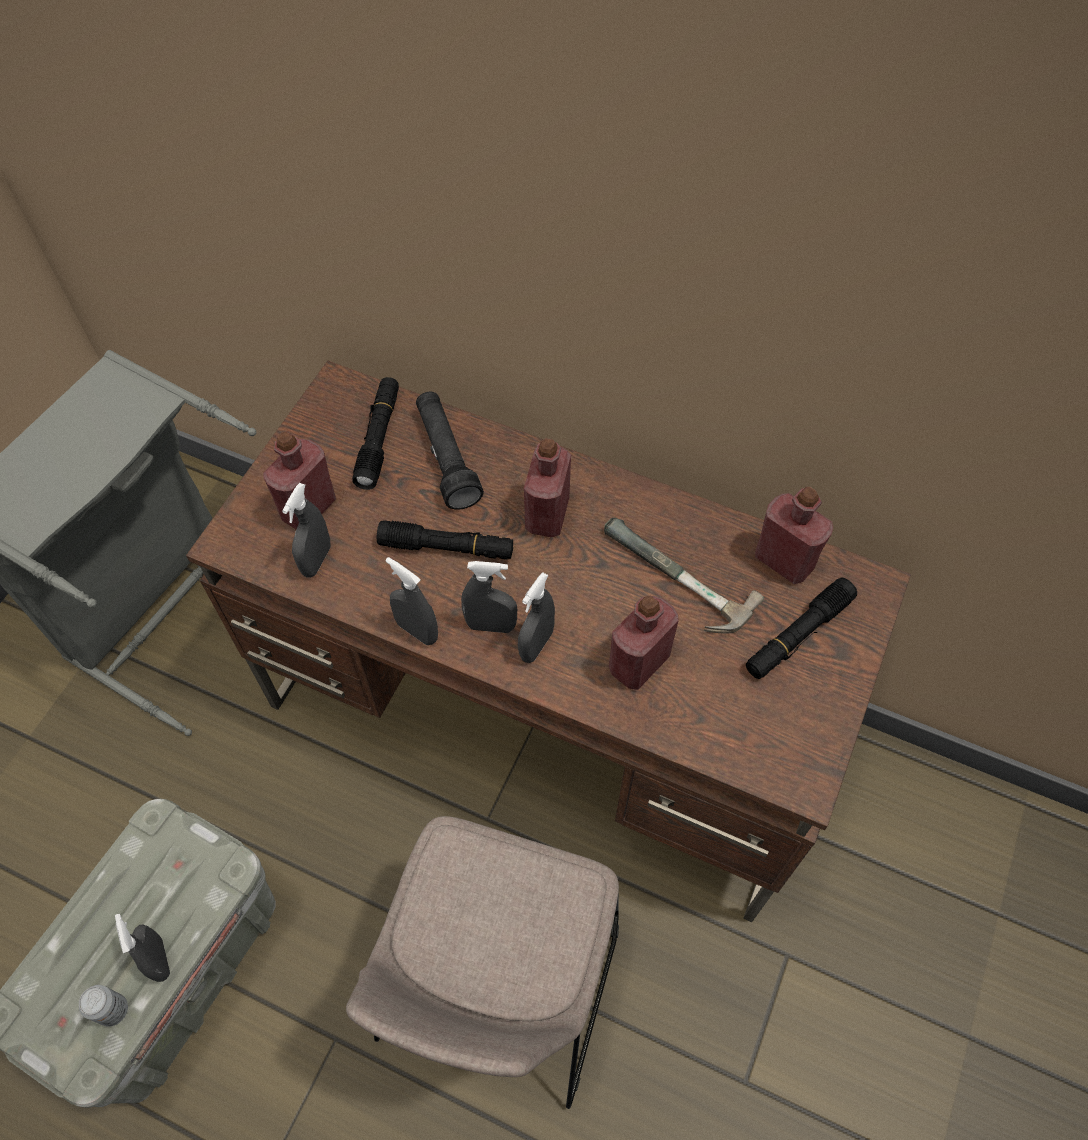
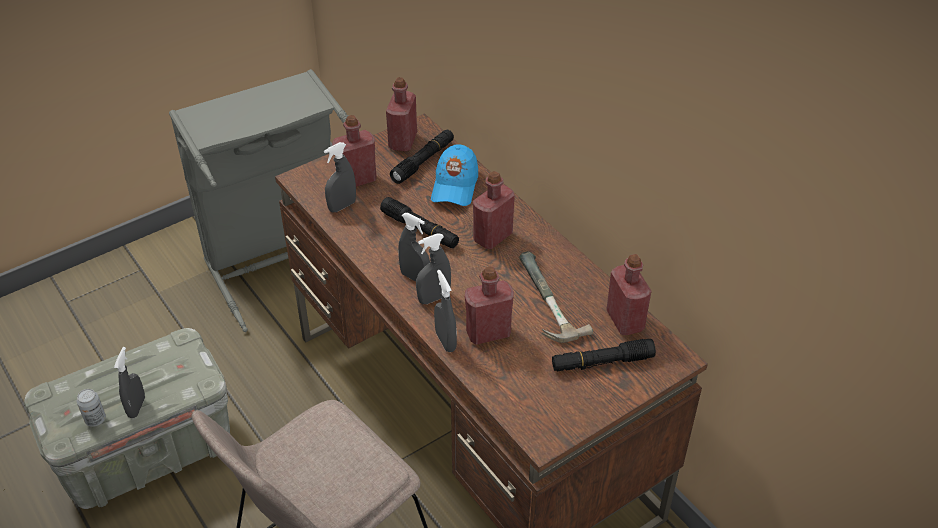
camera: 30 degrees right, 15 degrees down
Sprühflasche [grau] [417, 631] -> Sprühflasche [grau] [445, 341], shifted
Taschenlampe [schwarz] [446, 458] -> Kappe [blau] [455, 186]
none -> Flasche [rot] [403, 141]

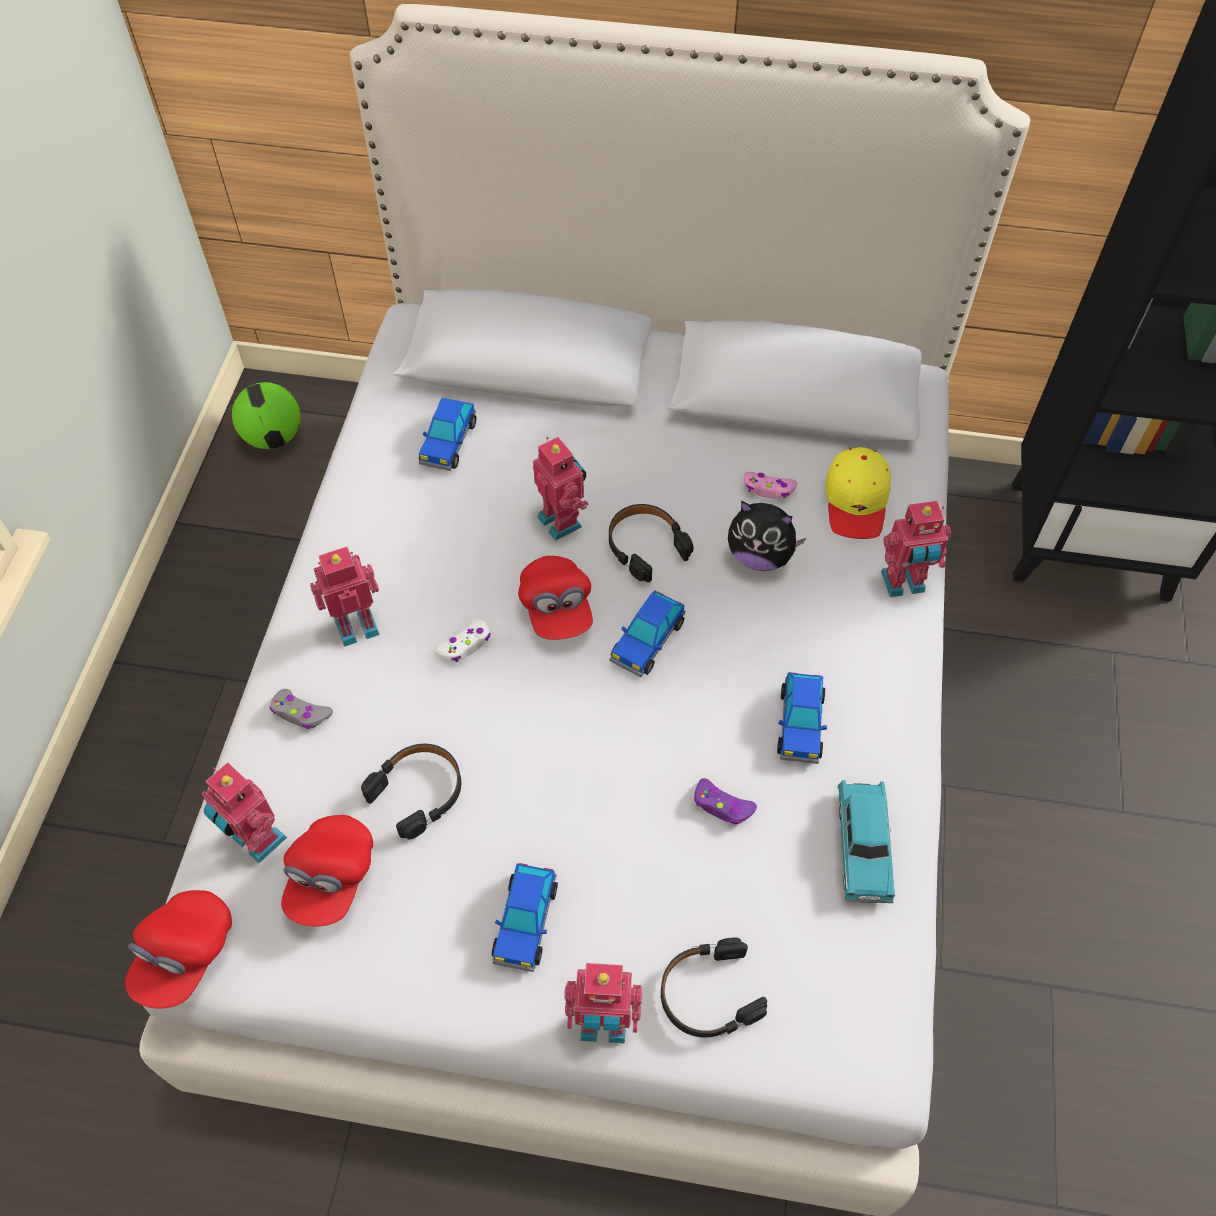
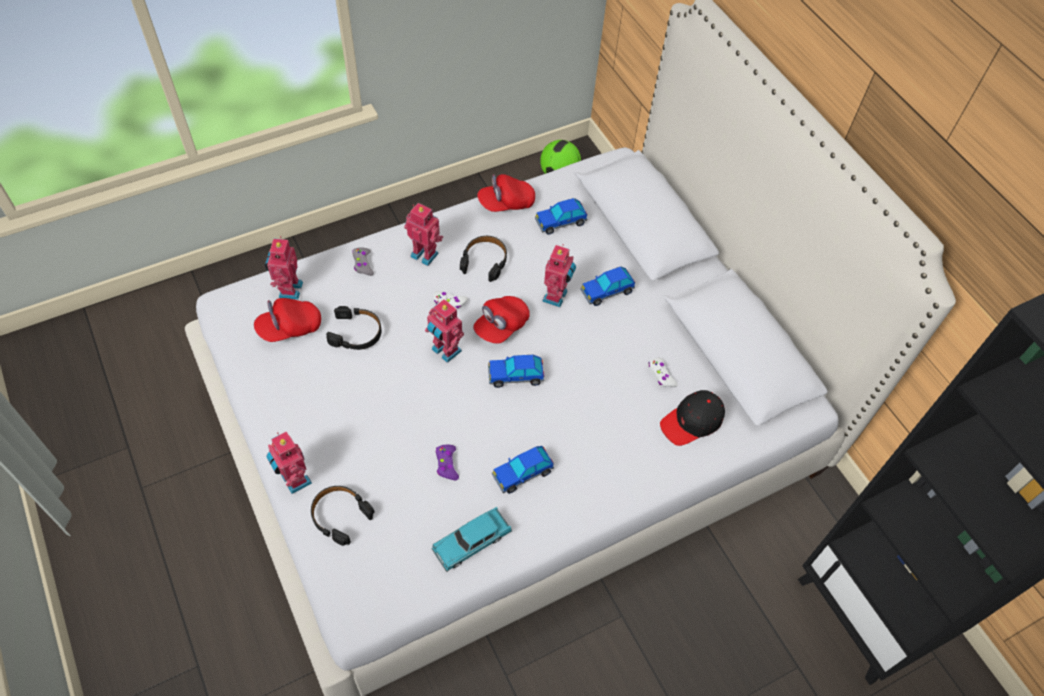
camera: 50 degrees right, 0 degrees up
Kappe [rot] [185, 955] -> Kappe [rot] [506, 203], shifted
Spielzeugauto [525, 922] -> Spielzeugauto [607, 291], shifted
Kopfhörer [schwarz] [645, 546] -> Kopfhörer [schwarz] [485, 261], shifted
Plüschtier [760, 556] -> none
Gamepad [rosa] [768, 489] -> Gamepad [weiß] [661, 375]
Kappe [gelb] [856, 501] -> Kappe [schwarz] [692, 422]
Spielzeugroboter [903, 584] -> Spielzeugroboter [445, 351], shifted

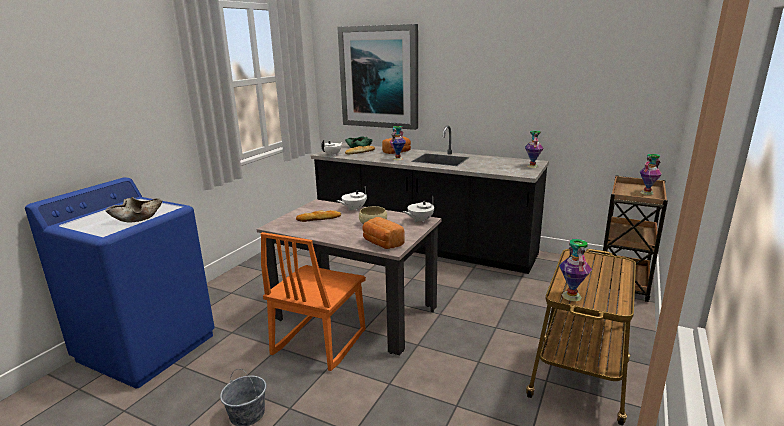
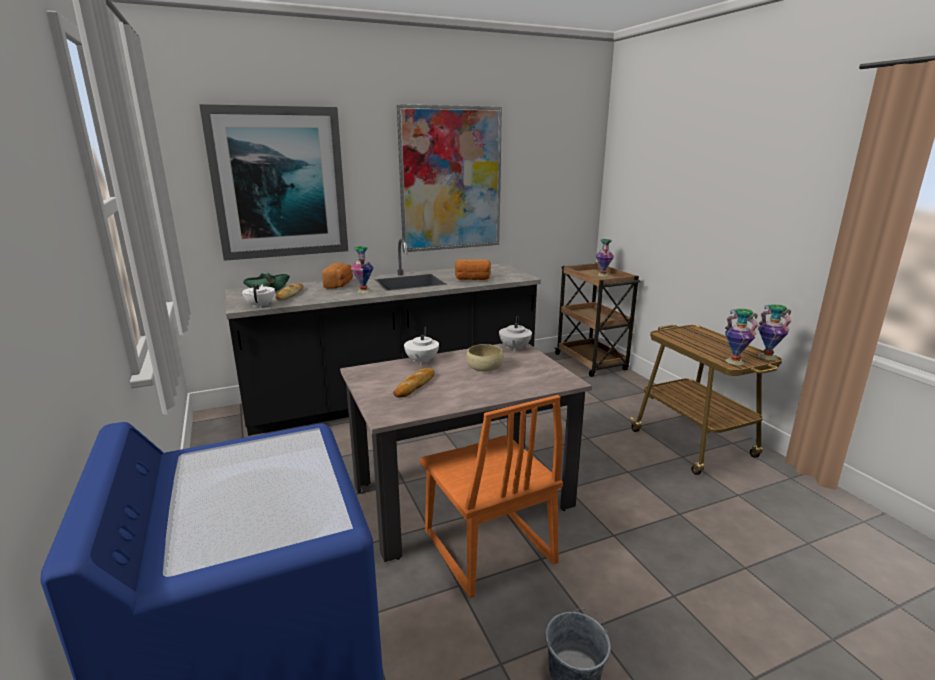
camera: 50 degrees left, 0 degrees up
Schüssel [beige] [137, 217] -> none
Brot [382, 243] -> Brot [472, 279], shifted
Vase [532, 166] -> Vase [767, 356], shifted
none -> Bild [451, 179]

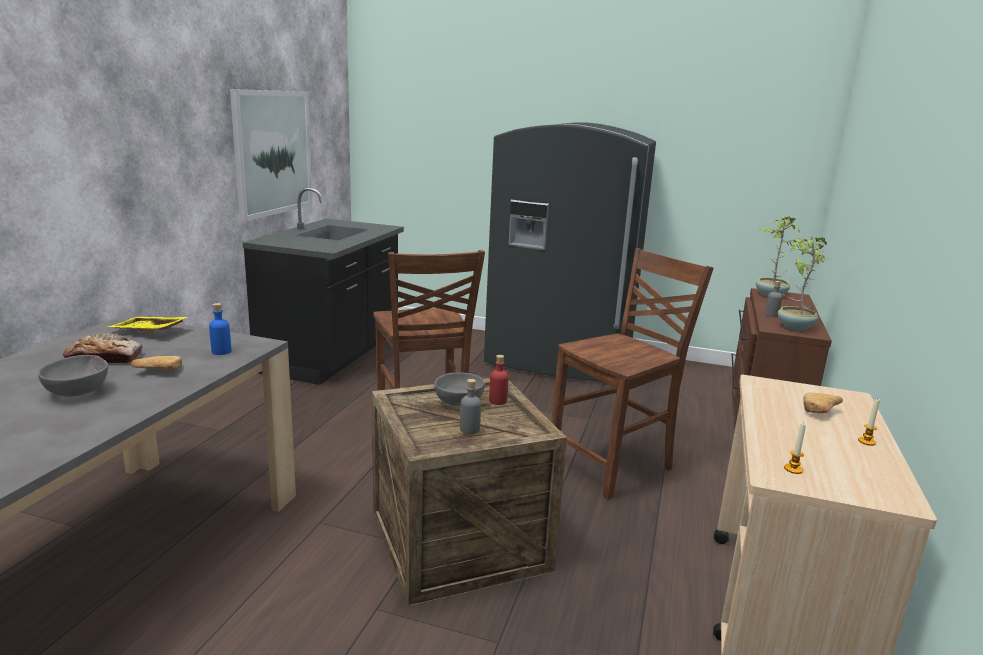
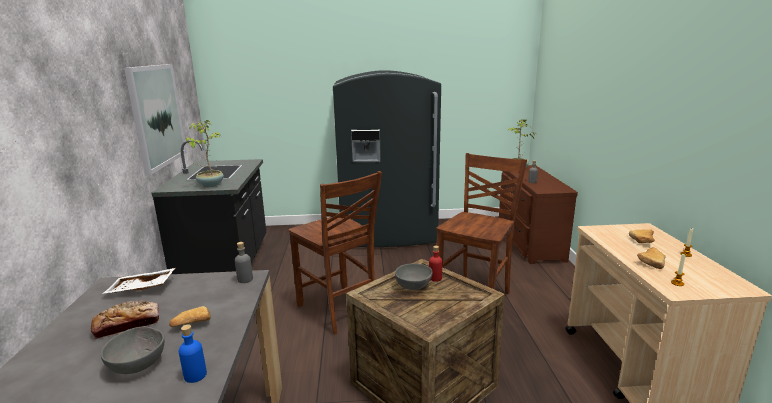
camera: 20 degrees left, 0 degrees up
Tablett [gelb] [148, 332] -> Tablett [weiß] [141, 289]
Flasche [blau] [221, 351] -> Flasche [blau] [195, 375], shifted
Flasche [grau] [469, 429] -> Flasche [grau] [245, 279], shifted
Topfpflanze [794, 327] -> Topfpflanze [210, 185], shifted
none -> Brot [652, 262]

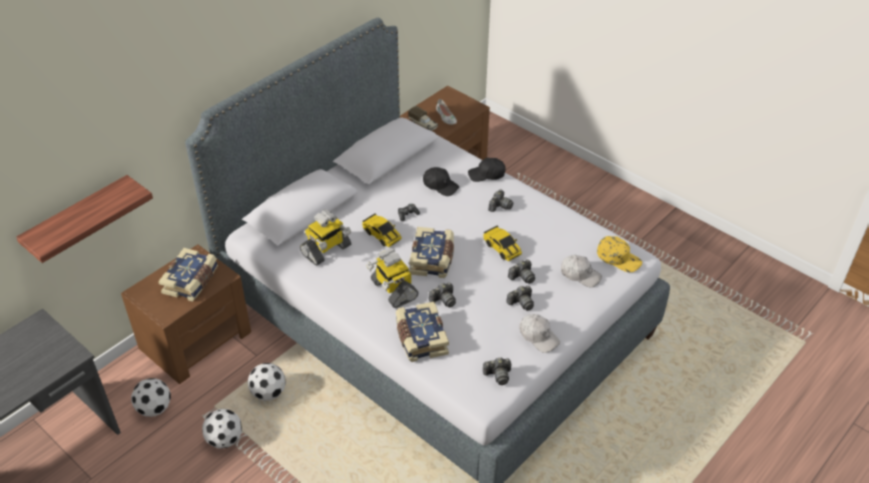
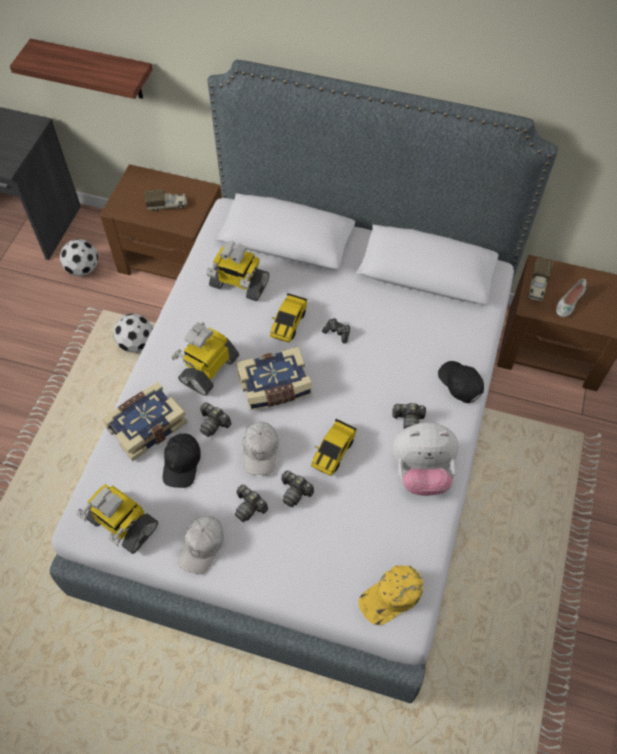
camera: 65 degrees right, 15 degrees up
Buch [192, 281] -> Spielzeuglaster [167, 205]
Fußball [224, 439] -> none
Kappe [schwarz] [440, 185] -> Kappe [schwarz] [182, 463], shifted
Kamera [498, 375] -> Spielzeugroboter [122, 524]
Kappe [weiß] [580, 274] -> Kappe [weiß] [260, 451], shifted
Kappe [gelb] [619, 258] -> Kappe [gelb] [391, 597], 45 degrees clockwise
none -> Plüschtier [421, 472]

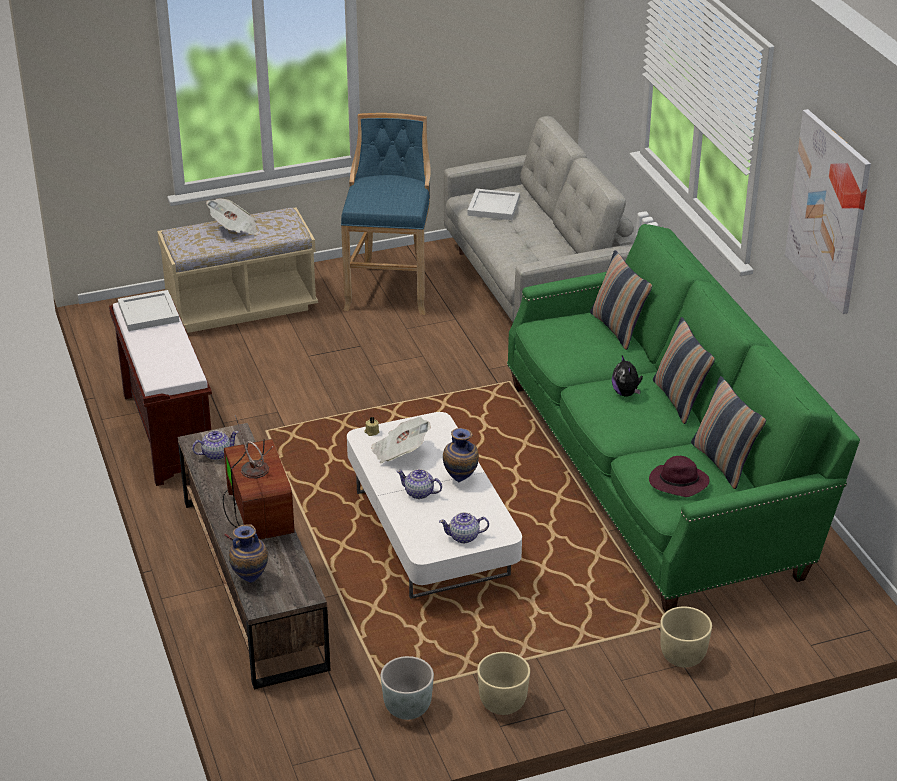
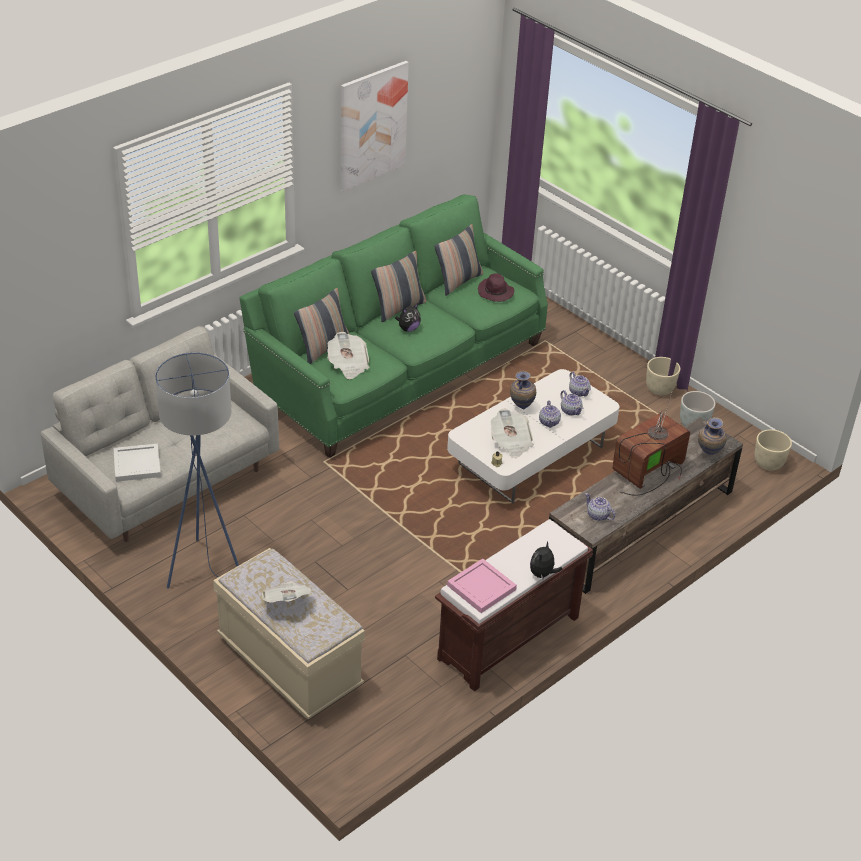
camera: 115 degrees left, 5 degrees up
Tablett [weiß] [147, 313] -> Tablett [rosa] [481, 588]
Hocker [blau] [390, 288] -> Stehlampe [blau] [209, 570]
Pflanzkübel [beige] [682, 657] -> Pflanzkübel [beige] [769, 464], shifted
none -> Zeitung [348, 365]
none -> Plüschtier [542, 574]
none -> Teekanne [570, 410]

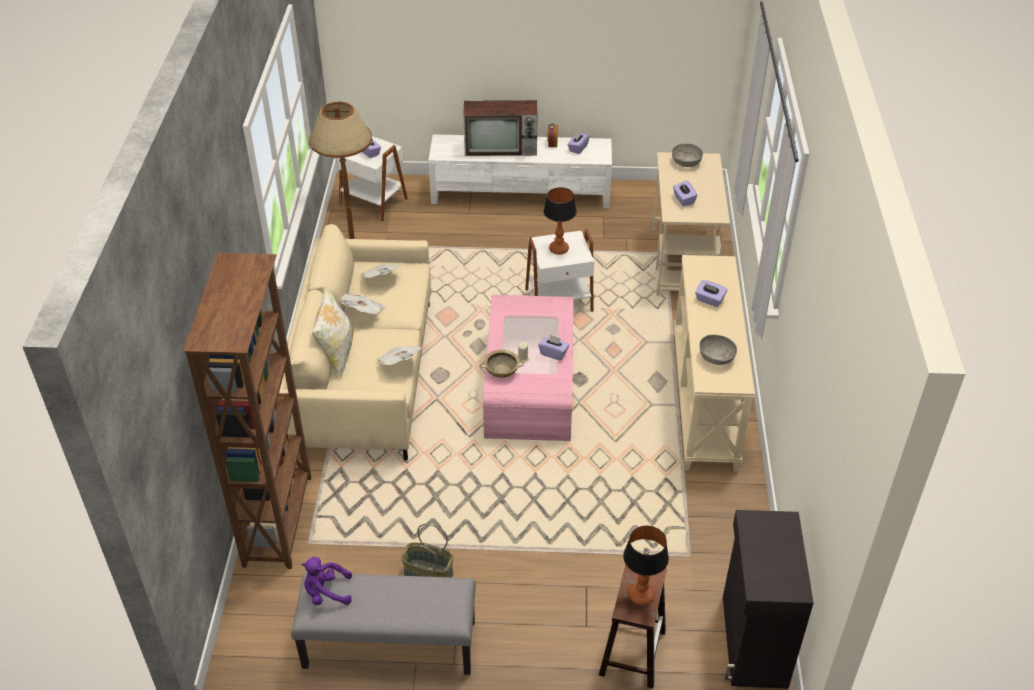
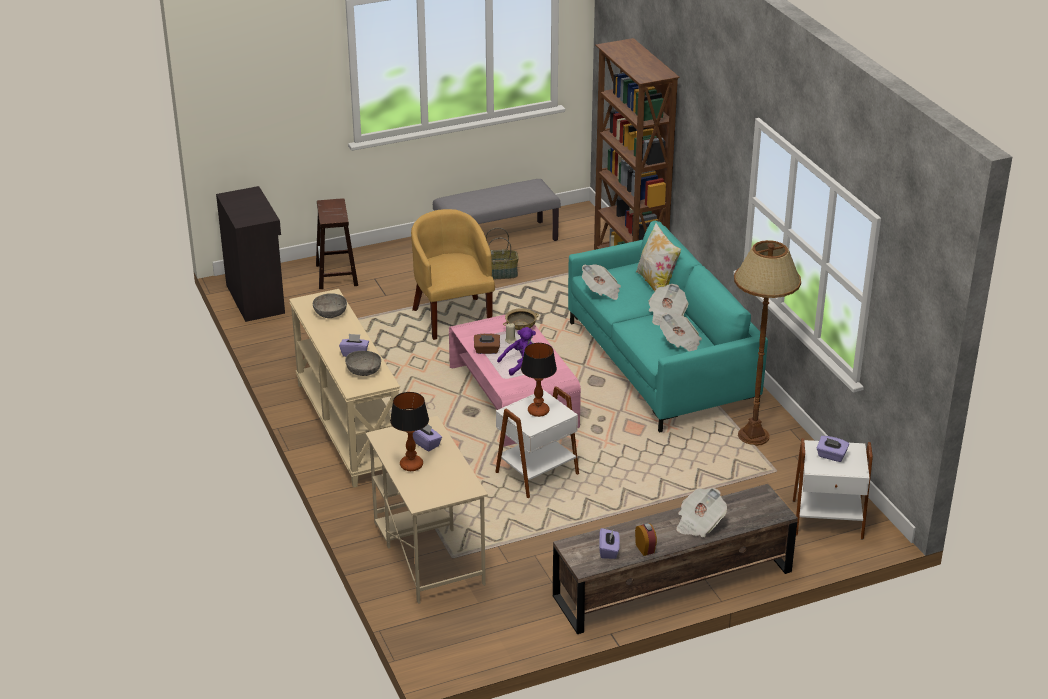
camera: 155 degrees right, 10 degrees down
Sofa [beige] [364, 376] -> Sofa [türkis] [660, 365]
Plüschtier [lila] [326, 593] -> Plüschtier [lila] [520, 364], shifted
Fernsehschrank [weiß] [521, 193] -> Fernsehschrank [braun] [671, 584]
Fernseher [502, 148] -> Zeitung [699, 523]
Taschentuchbox [lila] [553, 353] -> Taschentuchbox [braun] [487, 350]
Tischlampe [641, 596] -> Tischlampe [411, 465], shifted
Schüssel [grau] [686, 162] -> Schüssel [grau] [364, 371], shifted
none -> Sessel [gelb] [452, 317]

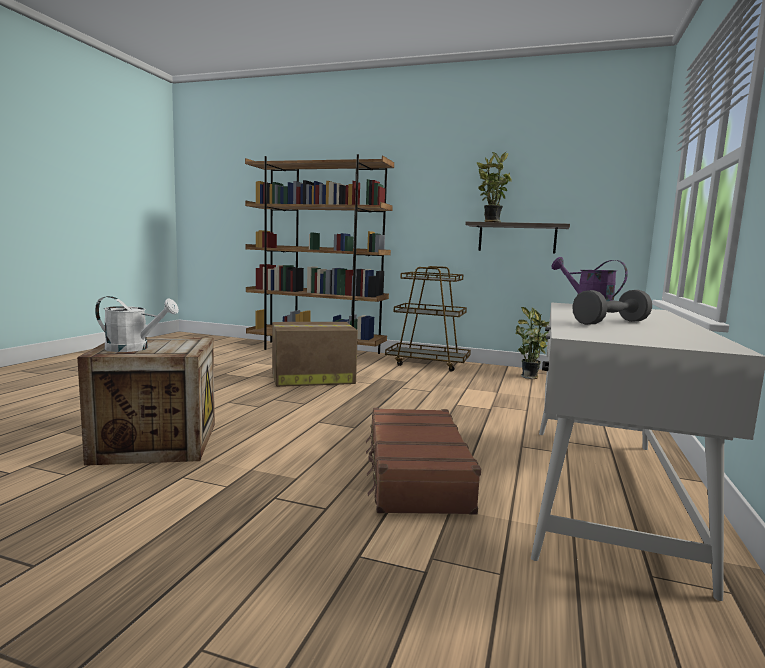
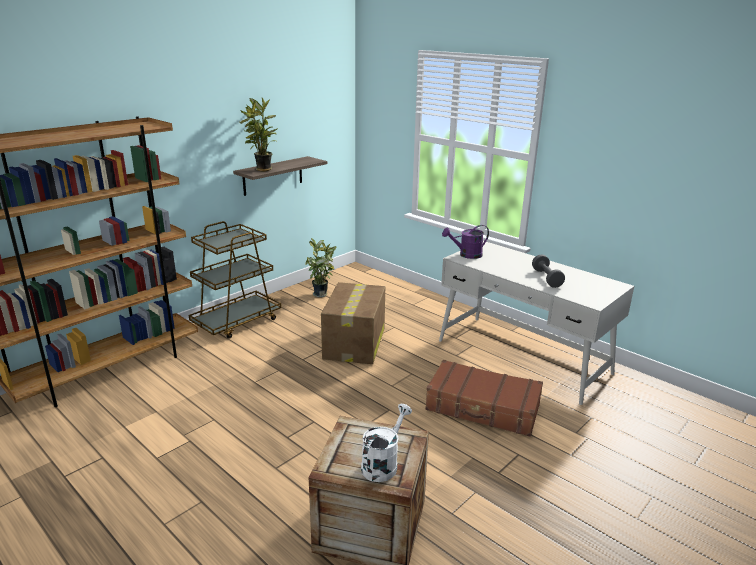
camera: 65 degrees left, 15 degrees up
Karton [311, 378] -> Karton [354, 344], shifted

